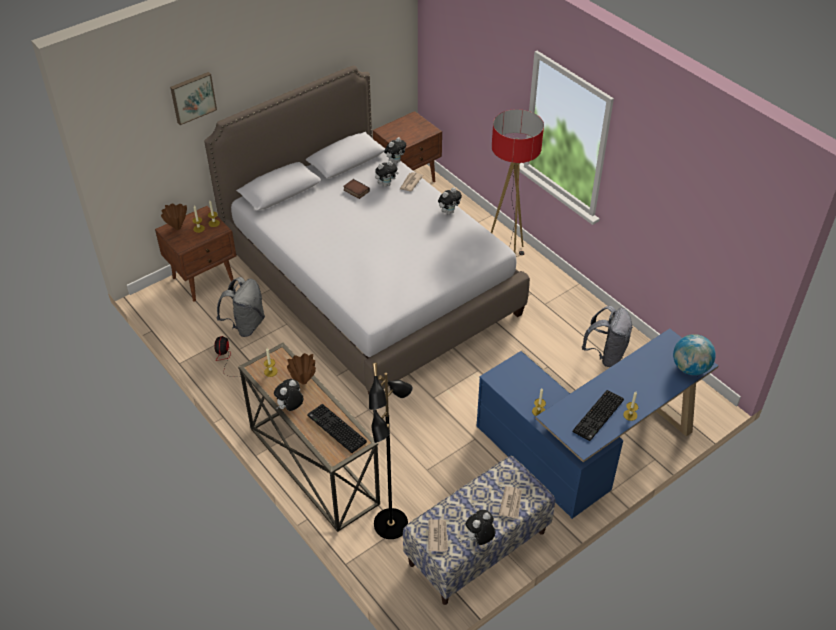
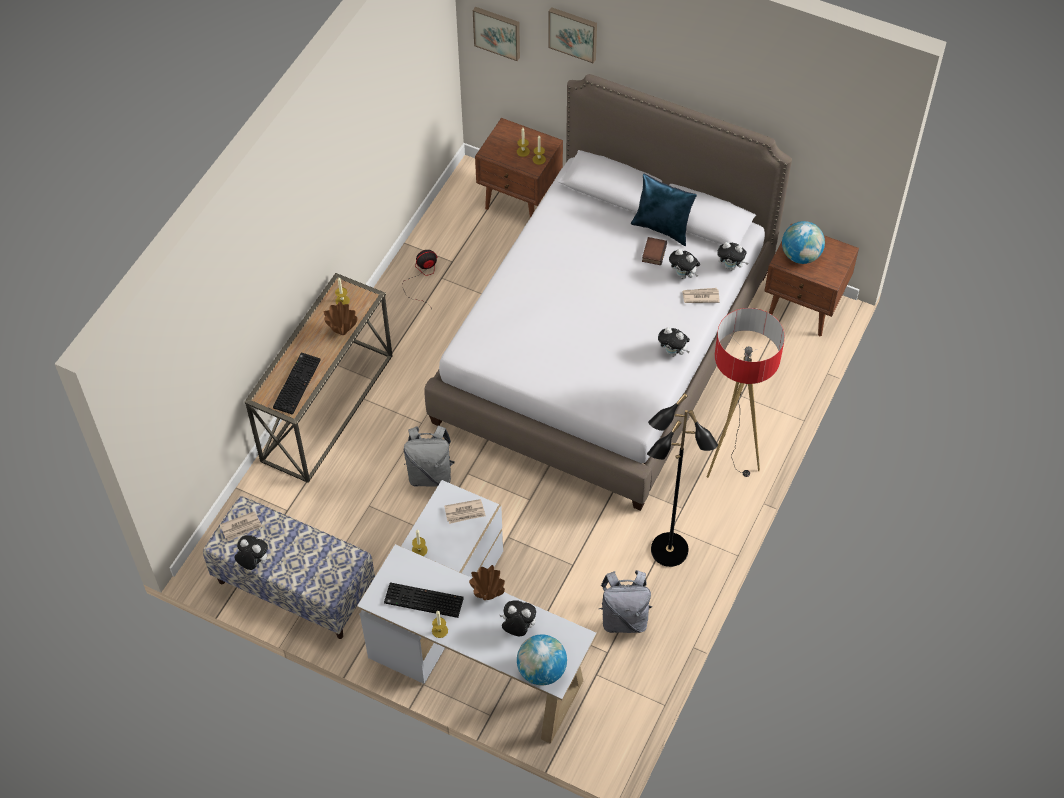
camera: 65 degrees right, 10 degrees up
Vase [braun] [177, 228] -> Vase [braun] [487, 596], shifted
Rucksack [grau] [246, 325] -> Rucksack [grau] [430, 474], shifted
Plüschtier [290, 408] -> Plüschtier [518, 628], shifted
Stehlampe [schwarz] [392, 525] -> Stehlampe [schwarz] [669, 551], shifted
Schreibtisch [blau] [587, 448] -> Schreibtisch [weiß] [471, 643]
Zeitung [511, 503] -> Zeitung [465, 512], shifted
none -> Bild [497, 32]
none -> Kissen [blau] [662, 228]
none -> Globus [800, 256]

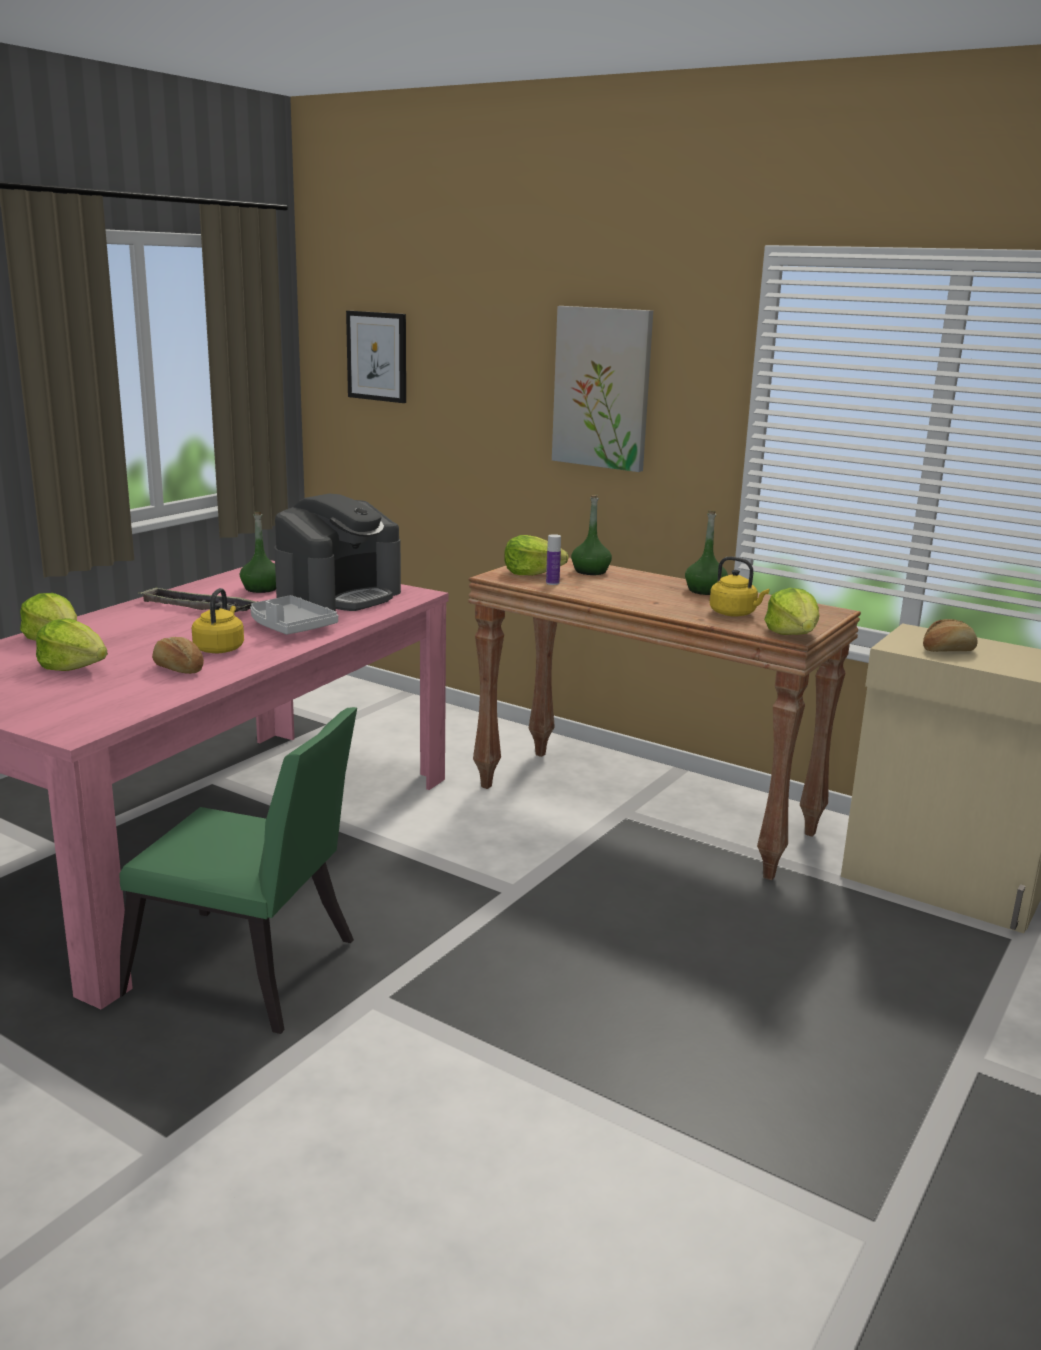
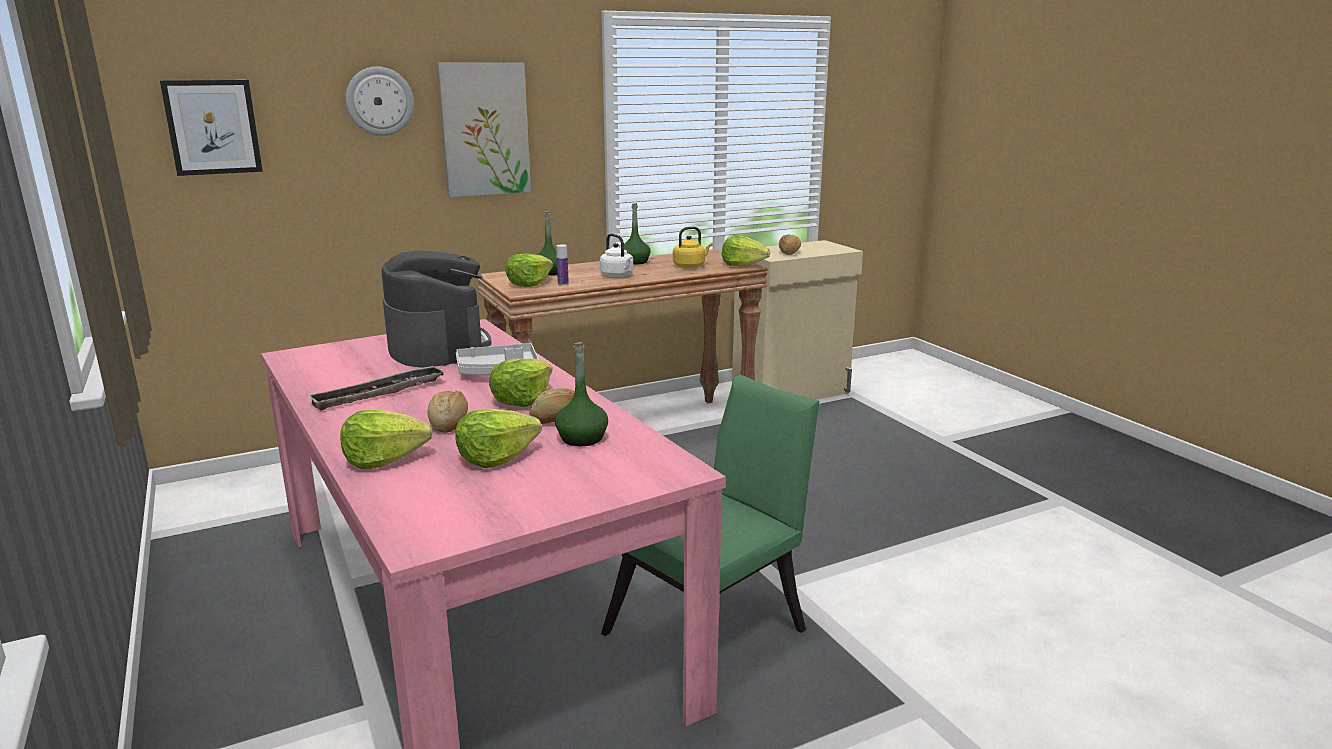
camera: 60 degrees left, 0 degrees up
Wasserkessel [gelb] [220, 648] -> Salatkopf [522, 400]
Flasche [grün] [261, 589] -> Flasche [grün] [582, 438], shifted
none -> Wanduhr [379, 101]
none -> Brot [449, 423]
none -> Wasserkessel [weiß] [618, 275]

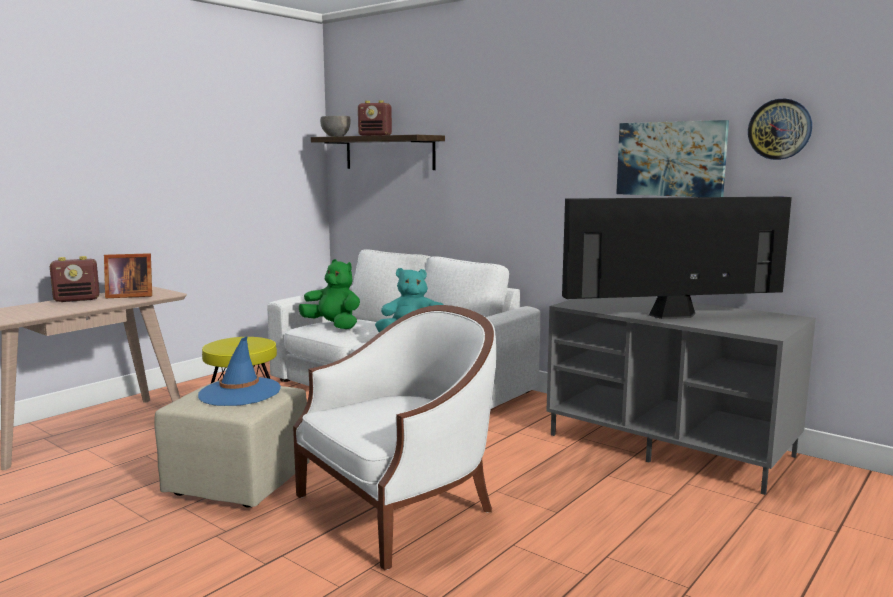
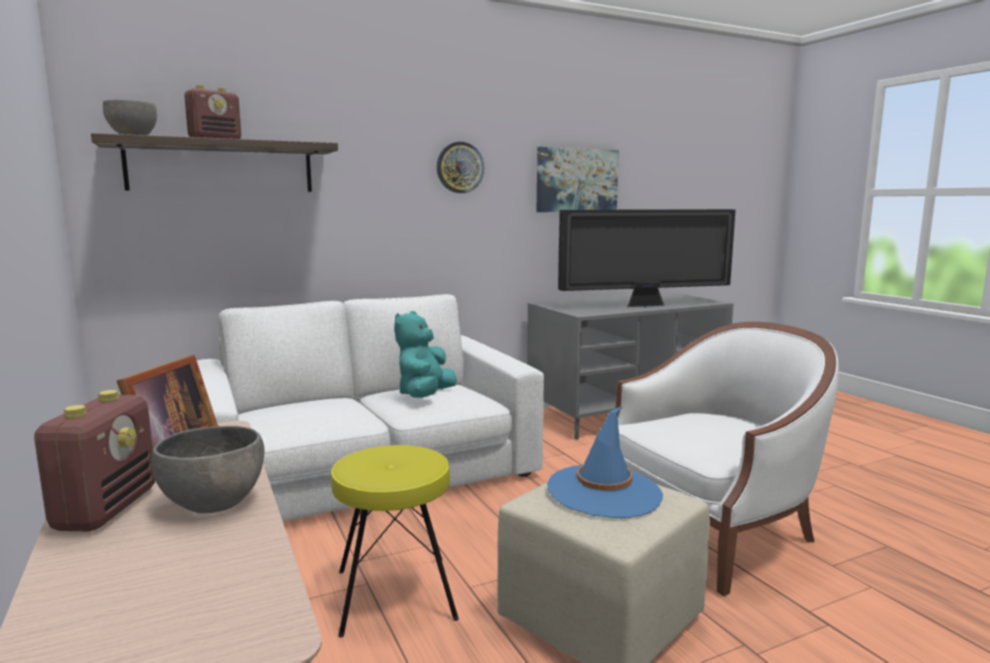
camera: 65 degrees left, 0 degrees up
Sessel [weiß] [399, 509] -> Sessel [weiß] [710, 530], 75 degrees clockwise
Plüschtier [grün] [333, 326] -> none
Fernseher [671, 316] -> Fernseher [646, 305], 120 degrees counterclockwise
Wanduhr [779, 129] -> Wanduhr [460, 167], shifted
none -> Schüssel [grau] [215, 503]

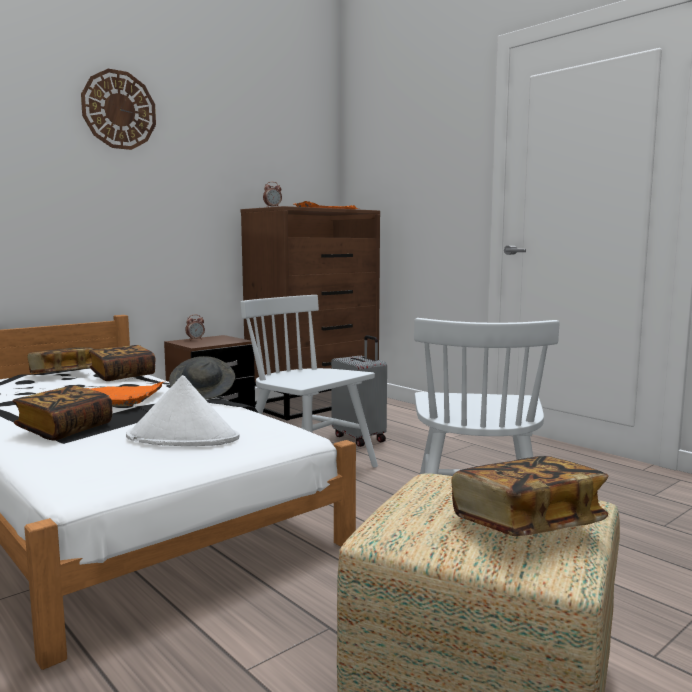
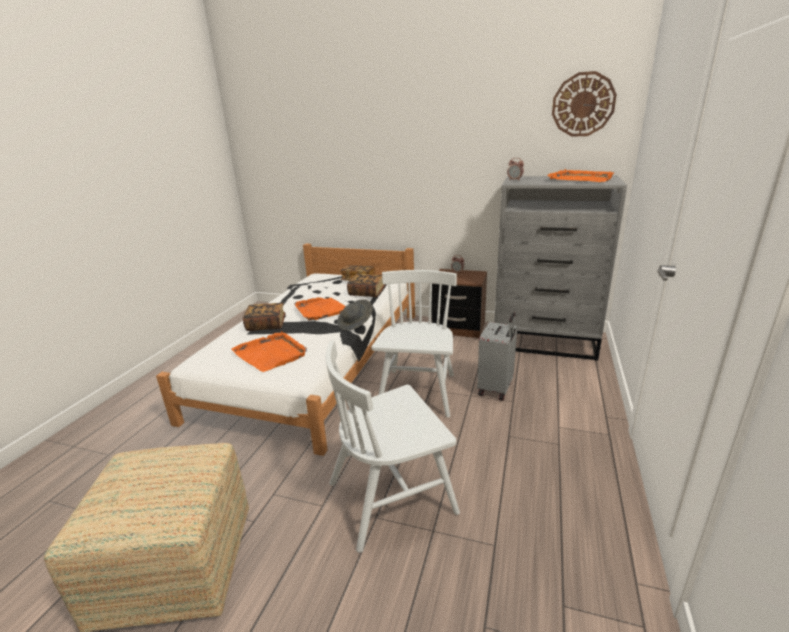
camera: 60 degrees right, 15 degrees up
Wanduhr [119, 110] -> Wanduhr [583, 104], shifted
Hut [weiß] [183, 438] -> Tablett [orange] [271, 354]
Kommode [braun] [314, 403] -> Kommode [grau] [545, 341]
Buch [526, 524] -> none

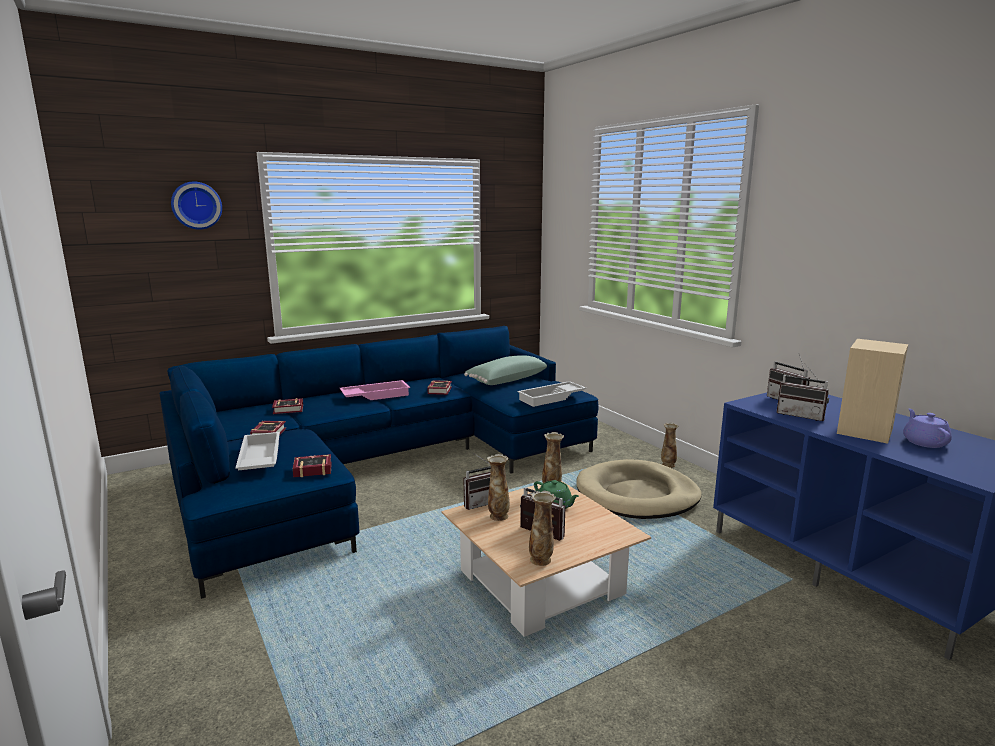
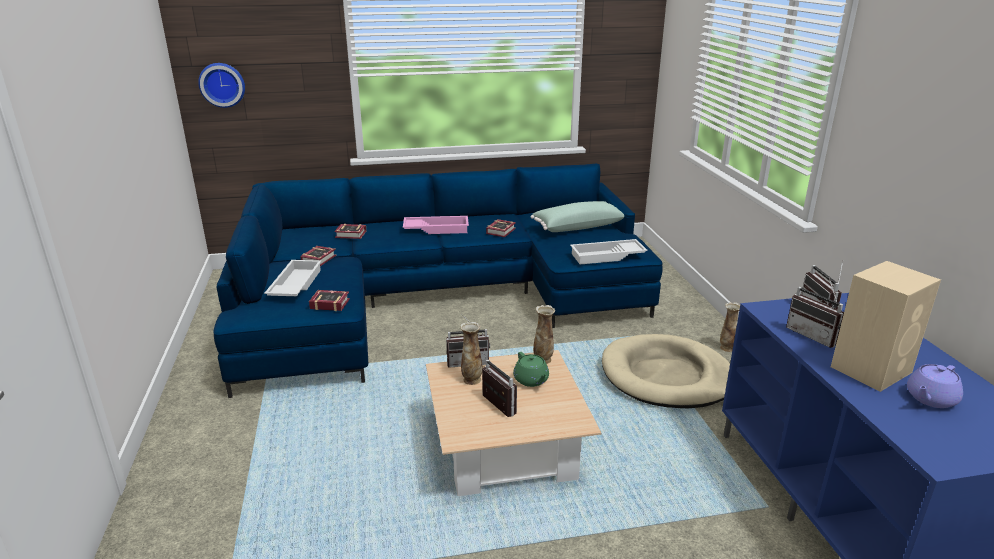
camera: 20 degrees right, 10 degrees up
Wanduhr [196, 205] -> Wanduhr [222, 84], shifted
Vase [541, 560] -> none
Teekanne [lila] [924, 442] -> Teekanne [lila] [930, 399], 150 degrees counterclockwise

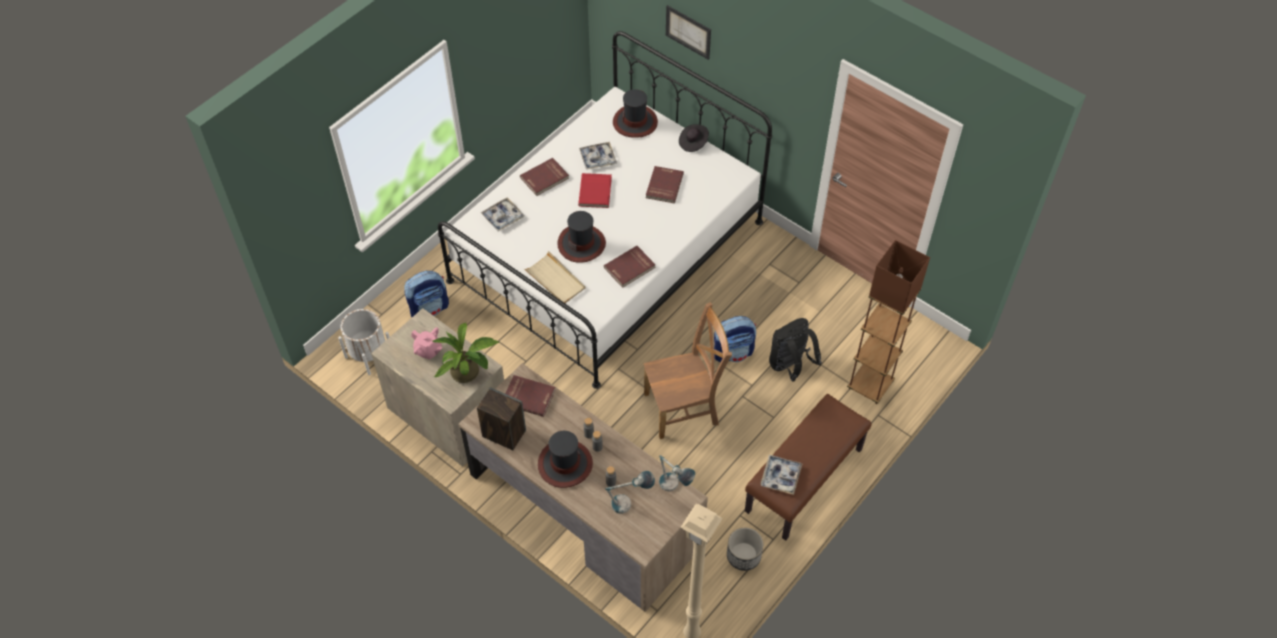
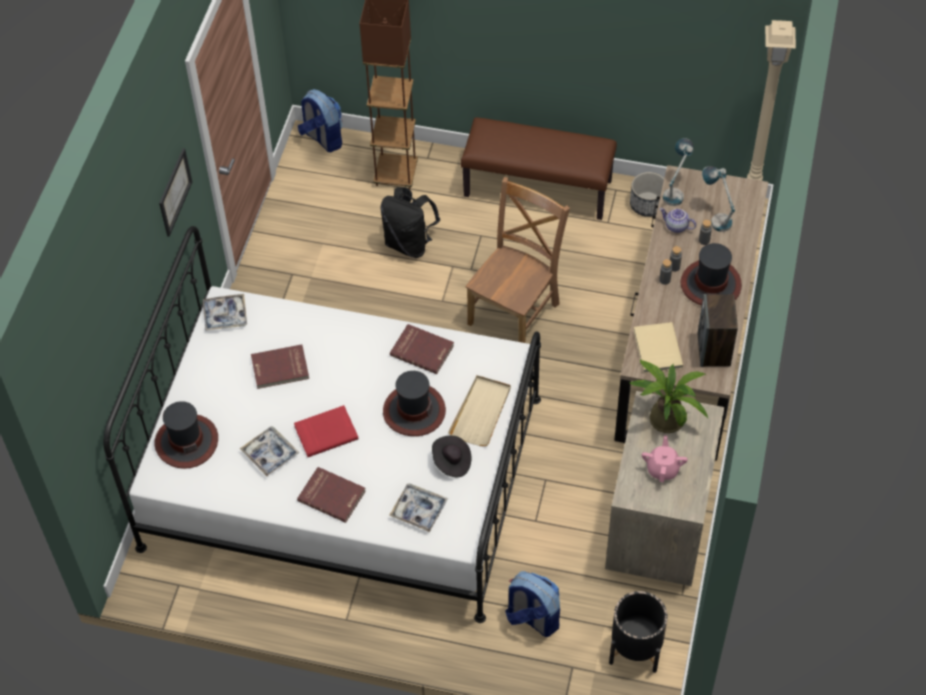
camera: 115 degrees left, 0 degrees up
Pflanzkübel [weiß] [369, 355] -> Pflanzkübel [schwarz] [636, 647]
Buch [rot] [529, 396] -> Buch [beige] [656, 349]
Stuhl [braun] [684, 408] -> Stuhl [braun] [515, 311], 75 degrees clockwise
Bild [688, 32] -> Bild [174, 192], shifted
Hut [schwarz] [693, 143] -> Hut [schwarz] [451, 462], shifted
Rucksack [733, 352] -> Rucksack [322, 138], shifted
Tablett [780, 477] -> Tablett [225, 315], shifted
none -> Teekanne [676, 227]

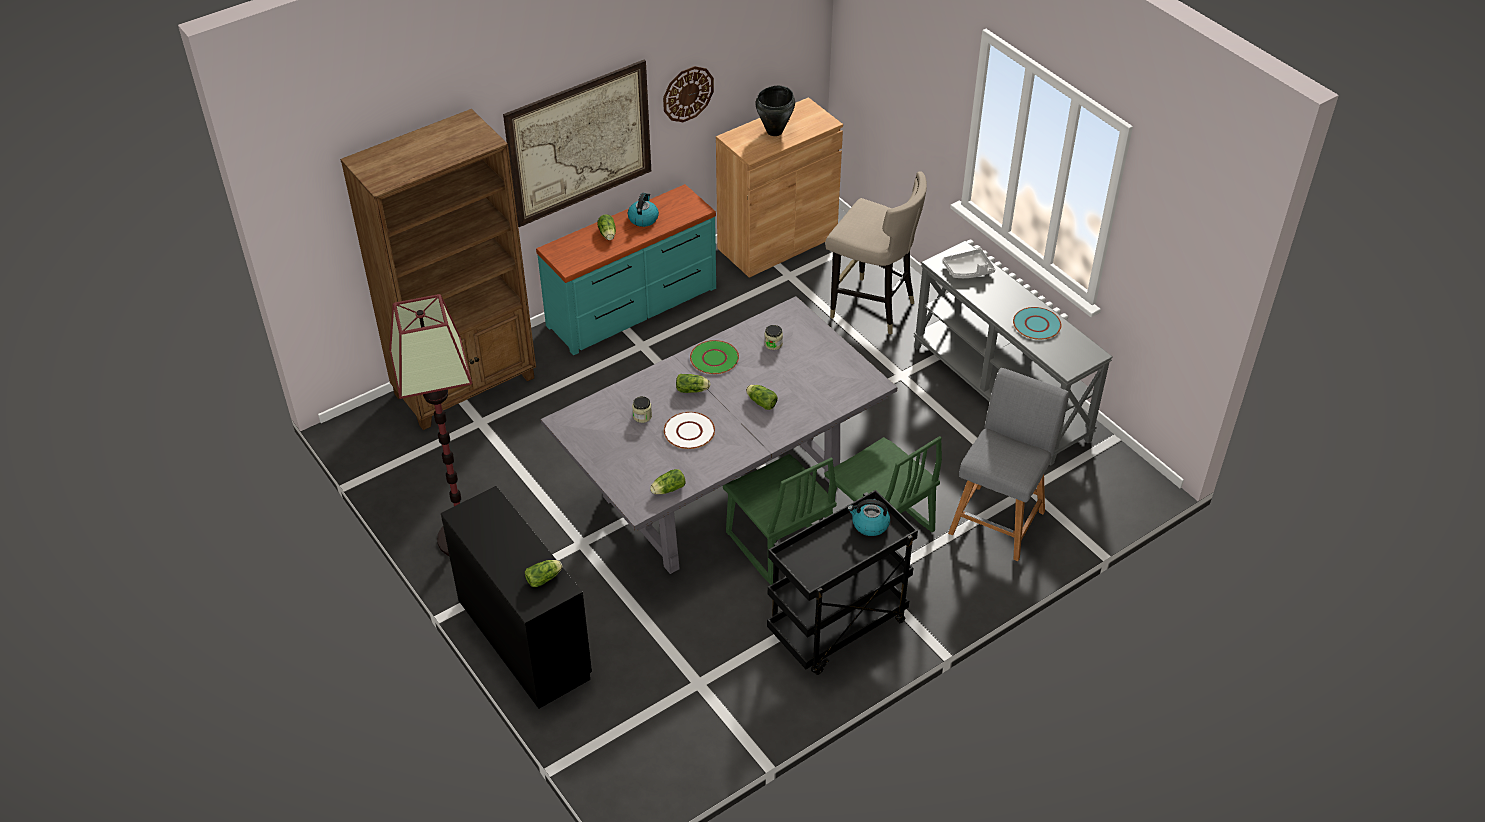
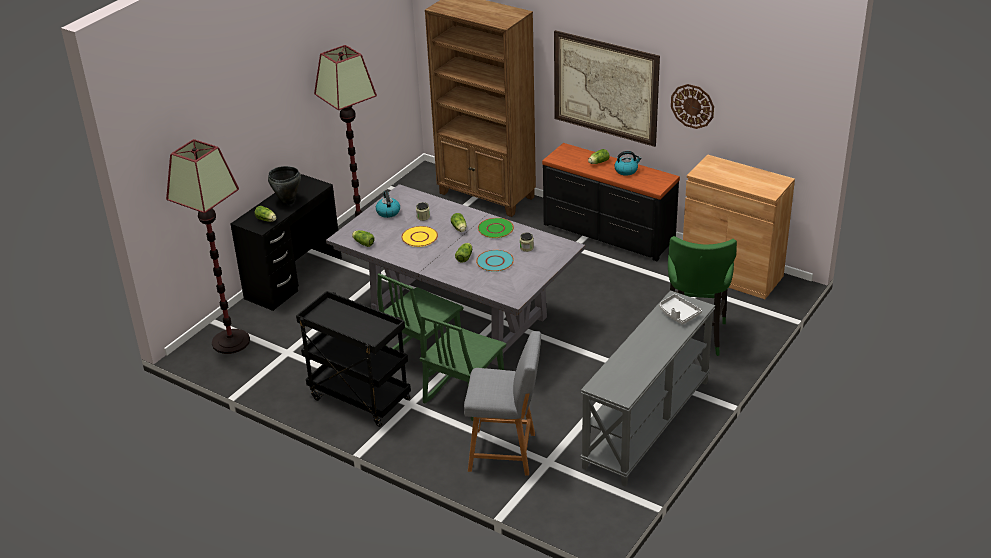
camera: 70 degrees right, 10 degrees down
Kommode [türkis] [633, 308] -> Kommode [schwarz] [607, 233]
Teller [weiß] [689, 431] -> Teller [gelb] [419, 237]
Kochtopf [schwarz] [775, 131] -> Kochtopf [schwarz] [288, 202], shifted
Hocker [beige] [871, 307] -> Hocker [grün] [695, 336]
Wasserkessel [869, 524] -> Wasserkessel [388, 212], shifted
Teller [türkis] [1036, 324] -> Teller [türkis] [495, 261], shifted
none -> Stehlampe [231, 341]

